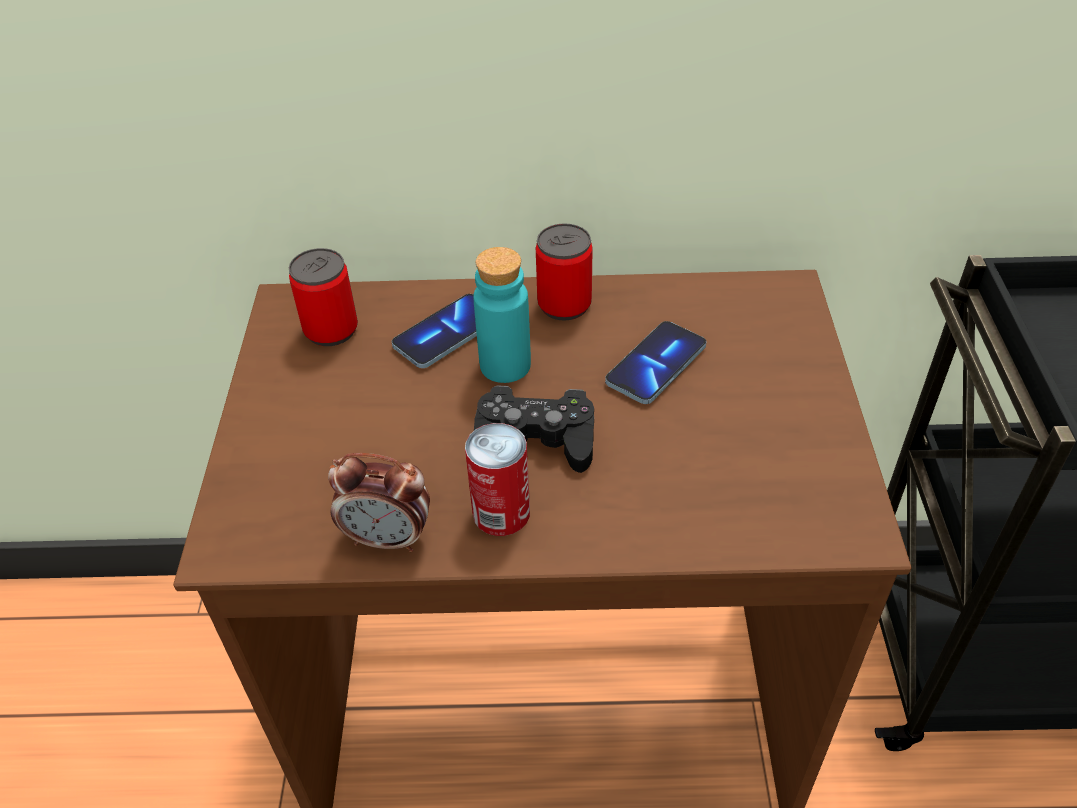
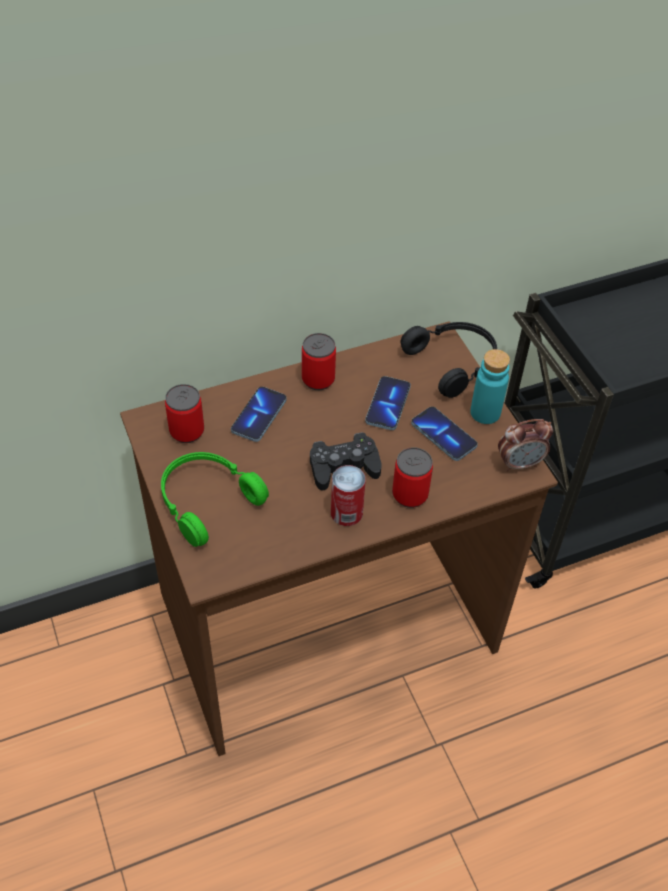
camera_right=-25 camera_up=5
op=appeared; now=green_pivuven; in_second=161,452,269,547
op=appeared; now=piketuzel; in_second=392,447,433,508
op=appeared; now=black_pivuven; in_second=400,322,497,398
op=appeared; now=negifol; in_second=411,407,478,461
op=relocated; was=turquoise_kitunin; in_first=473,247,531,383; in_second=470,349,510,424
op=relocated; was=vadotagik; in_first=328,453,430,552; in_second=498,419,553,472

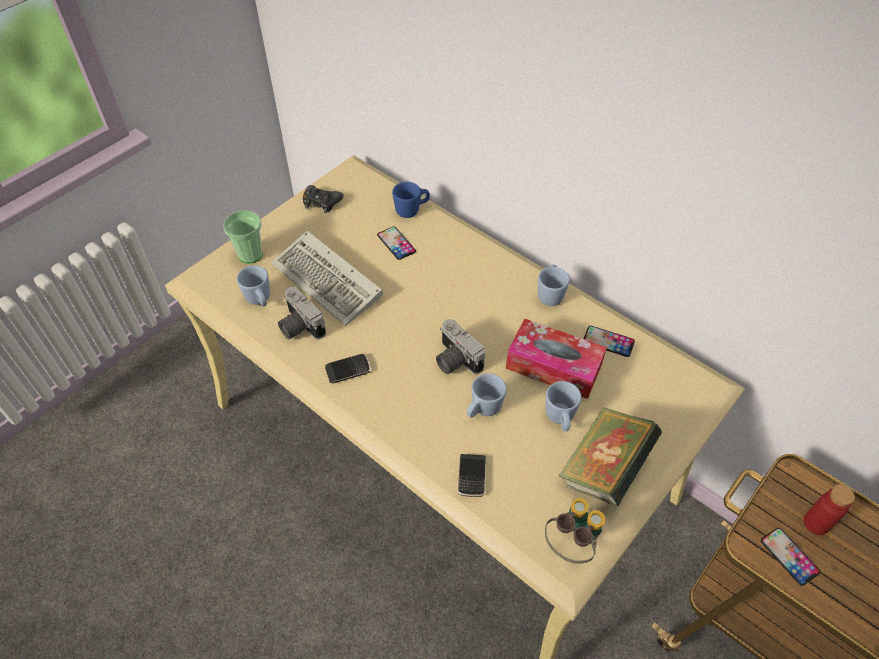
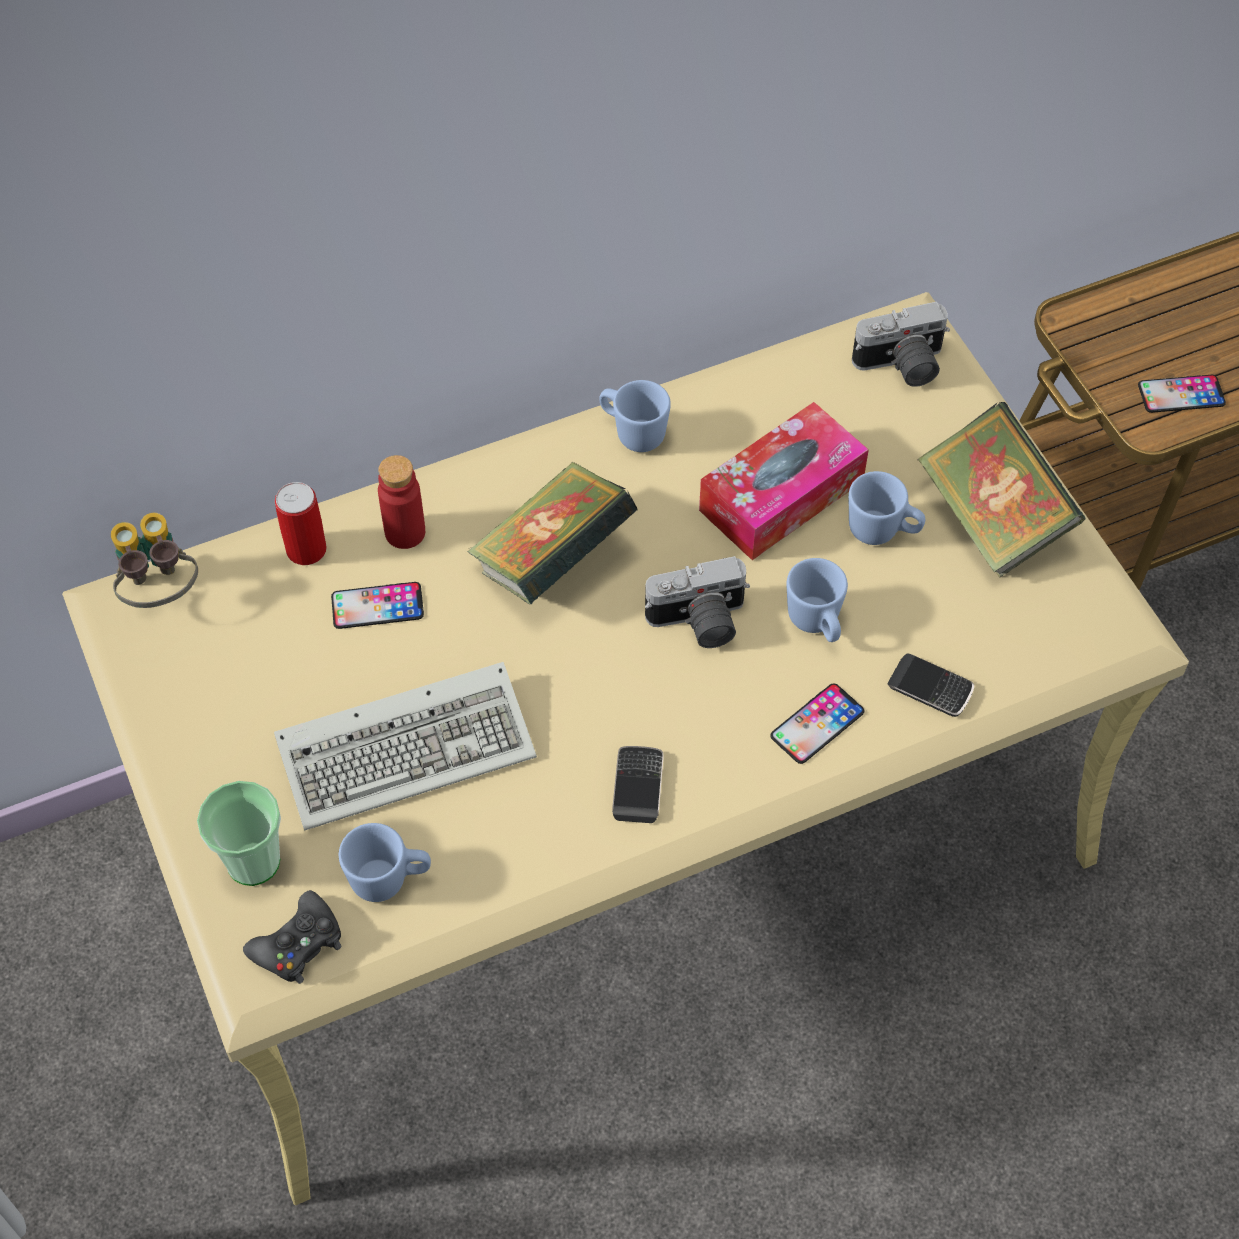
camera_right=-65 camera_up=5
op=relocated; was=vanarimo; in_first=545,498,605,564; in_second=111,513,198,608
op=relocated; was=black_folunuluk; in_first=303,185,343,213; in_second=243,890,342,984
op=exchanged; was=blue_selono; now=piketuzel; in_first=392,182,430,218; in_second=275,482,327,565
op=relocated; was=red_kitunin; in_first=803,484,855,535; in_second=378,455,425,549
op=appeared; now=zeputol; in_second=467,462,637,604
op=relocated; was=negifol; in_first=584,326,635,357; in_second=770,683,864,764
op=relocated; was=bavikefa; in_first=278,287,326,340; in_second=852,302,950,387

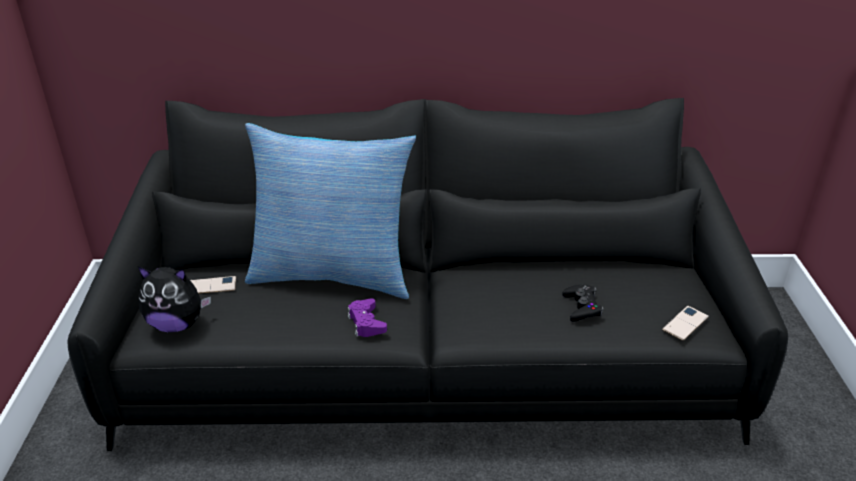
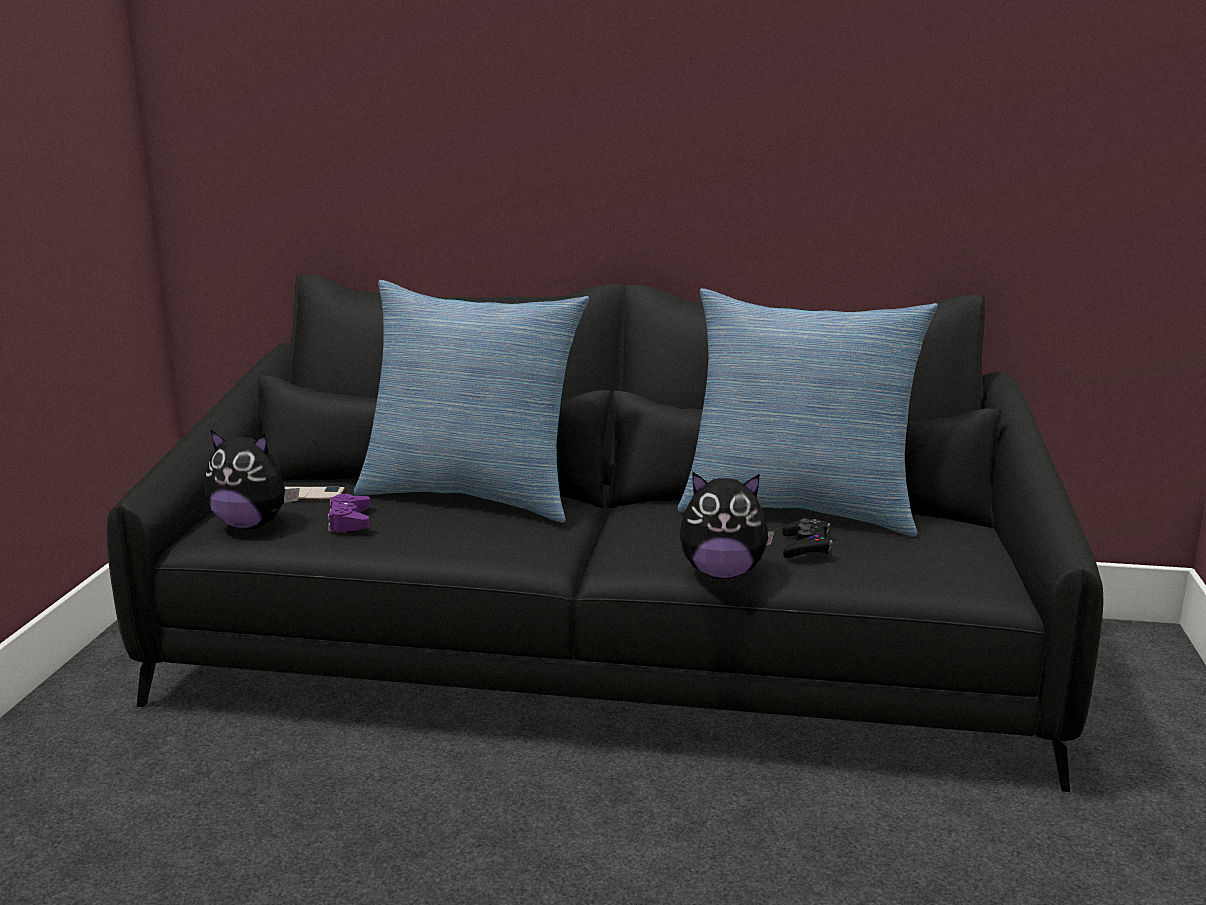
camera_right=10 camera_up=-15
op=relocated; was=purple_folunuluk; in_first=348,298,387,337; in_second=328,494,370,532
op=appeared; now=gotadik; in_second=677,288,938,537
op=appeared; now=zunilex; in_second=679,472,775,579
op=missing; was=negifol; in_first=662,306,709,341

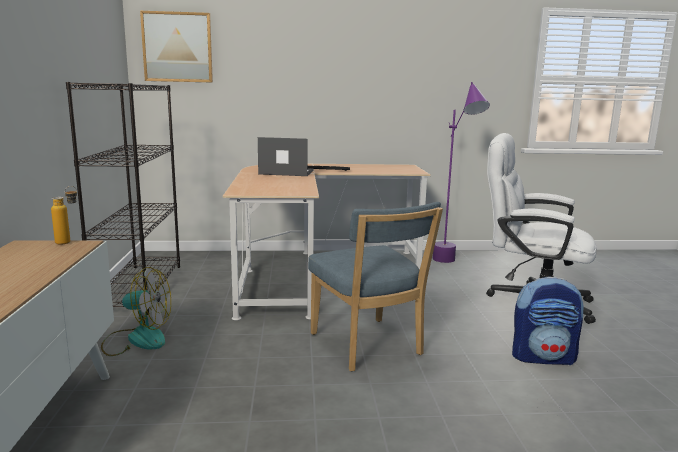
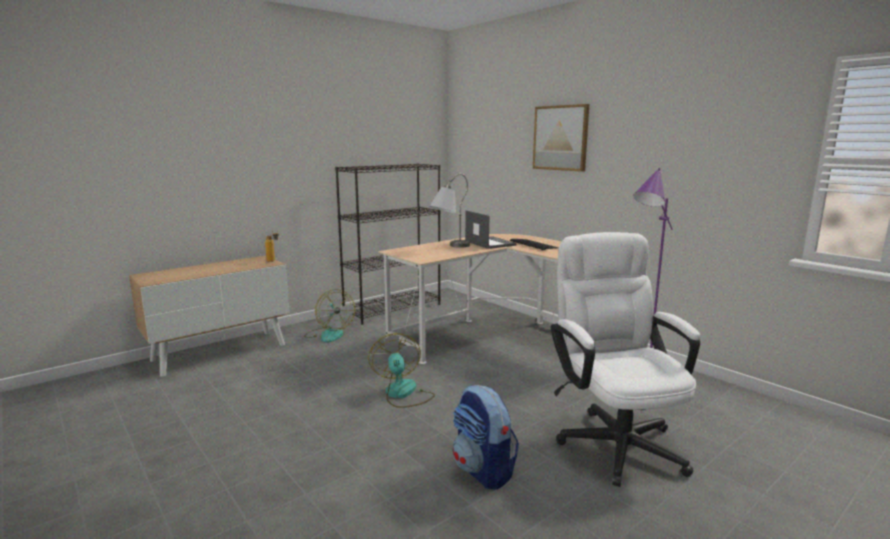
camera_right=55 camera_up=0
op=exchanged; was=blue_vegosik; now=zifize; in_first=308,202,443,371; in_second=368,333,435,408
op=appeared; now=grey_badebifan; in_second=430,174,470,248
op=relocated; was=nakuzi; in_first=140,11,213,83; in_second=533,104,589,172

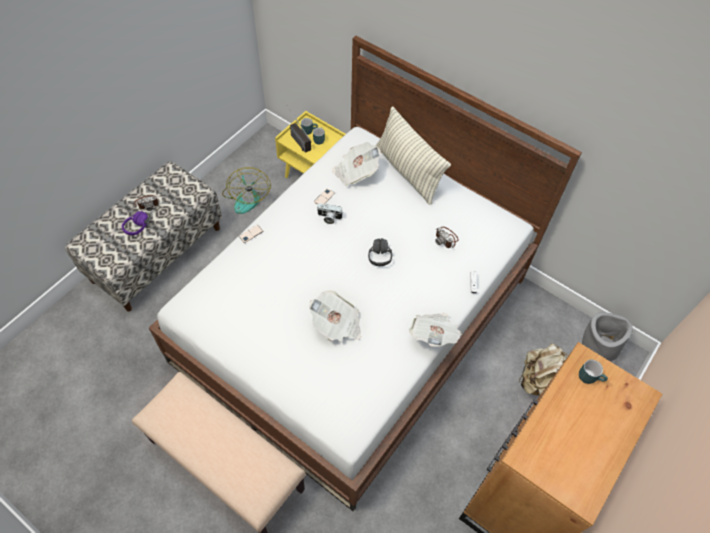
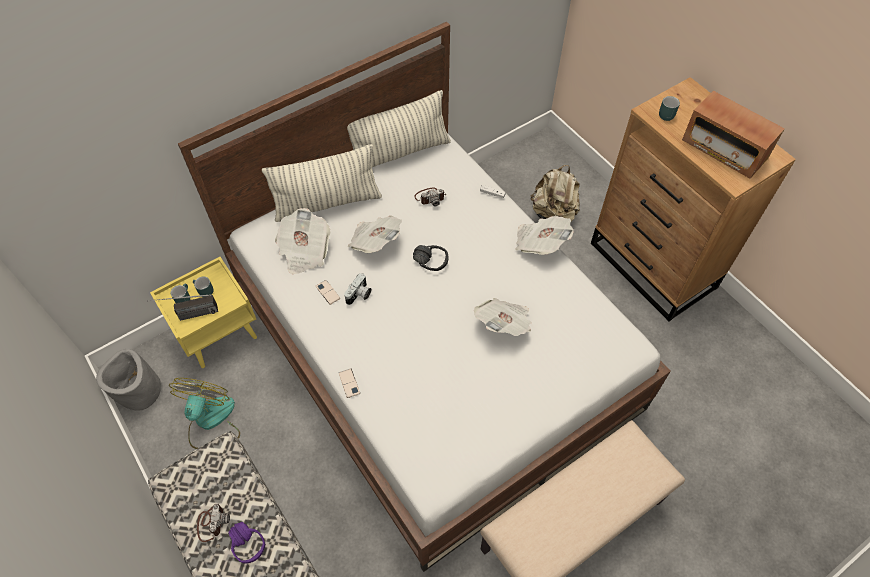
camera_right=-70 camera_up=0
op=relocated; was=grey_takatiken; in_first=582,312,633,362; in_second=96,349,161,411
op=spun; was=zifize; in_first=222,167,271,214; in_second=169,378,240,449; clockwise=-90
op=appeared; now=gotadik; in_second=347,90,451,167
op=appeared; now=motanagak; in_second=348,216,402,253
op=appeared; now=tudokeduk; in_second=682,91,785,179

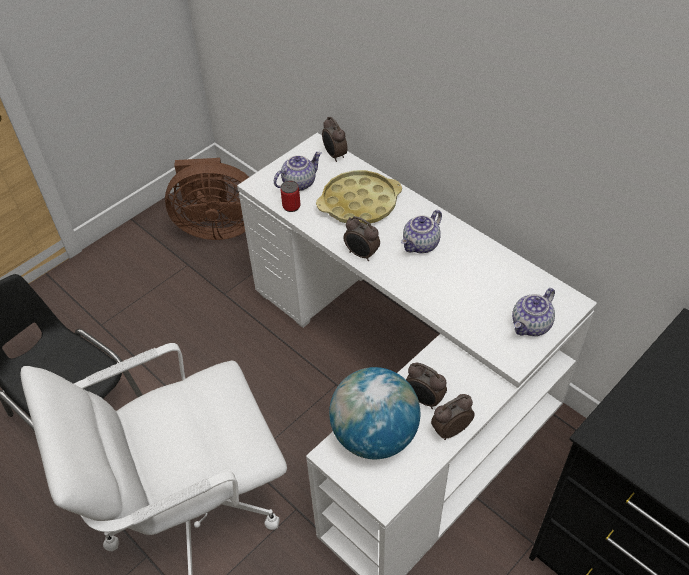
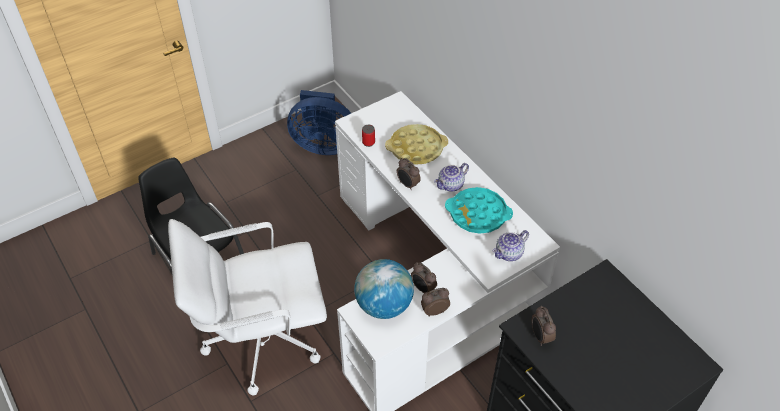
camera_right=10 camera_up=0
op=colour; was=brown_zifize; now=blue_zifize; in_first=165,158,249,240; in_second=287,90,351,155
op=appeared; now=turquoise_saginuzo; in_second=445,187,513,234
op=relocated; was=vadotagik; in_first=322,117,348,162; in_second=532,306,556,346
op=missing; was=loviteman; in_first=274,152,322,191

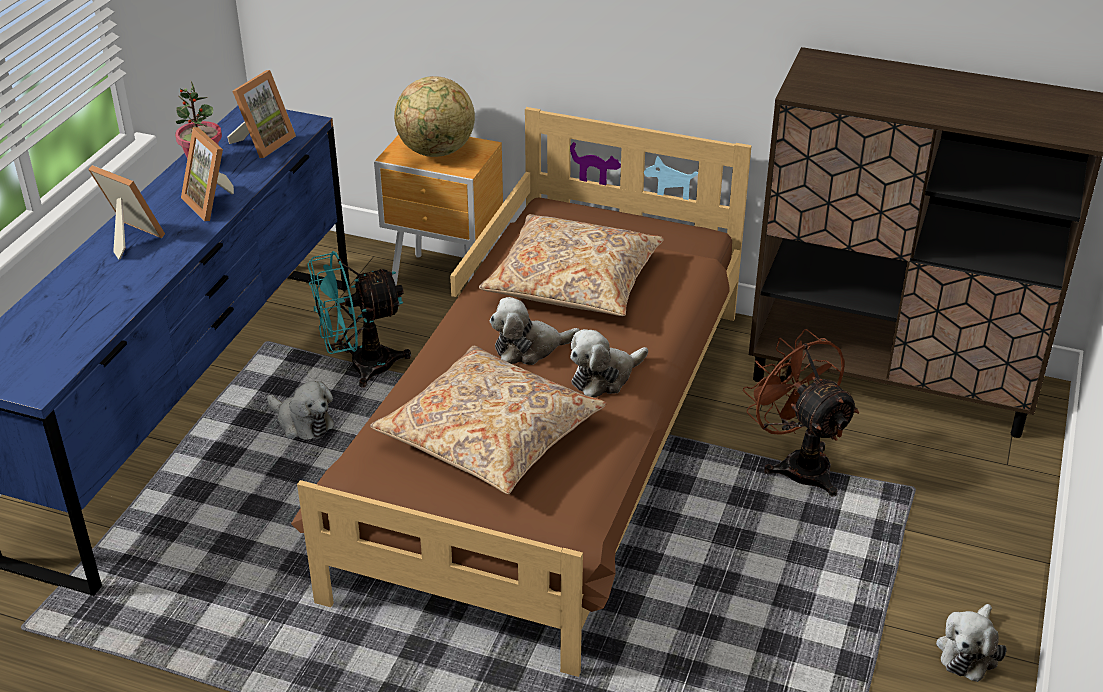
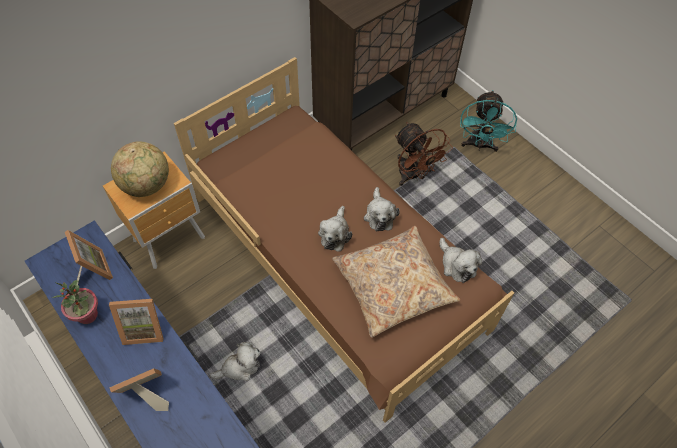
camera_right=-60 camera_up=20
op=spun; was=brown_zifize; in_first=743,329,859,497; in_second=395,122,453,186; clockwise=-120
op=relocated; was=zunilex; in_first=936,604,1007,682; in_second=440,238,482,283
op=relocated; was=turquoise_zifize; in_first=308,251,411,387; in_second=460,90,517,152
op=missing; was=beige_gotadik; in_first=479,214,664,316

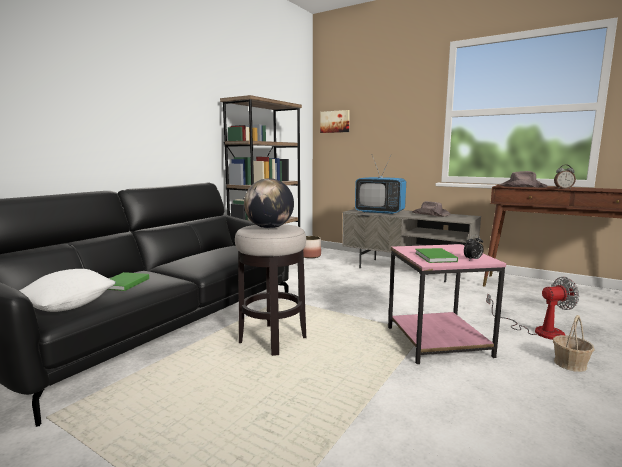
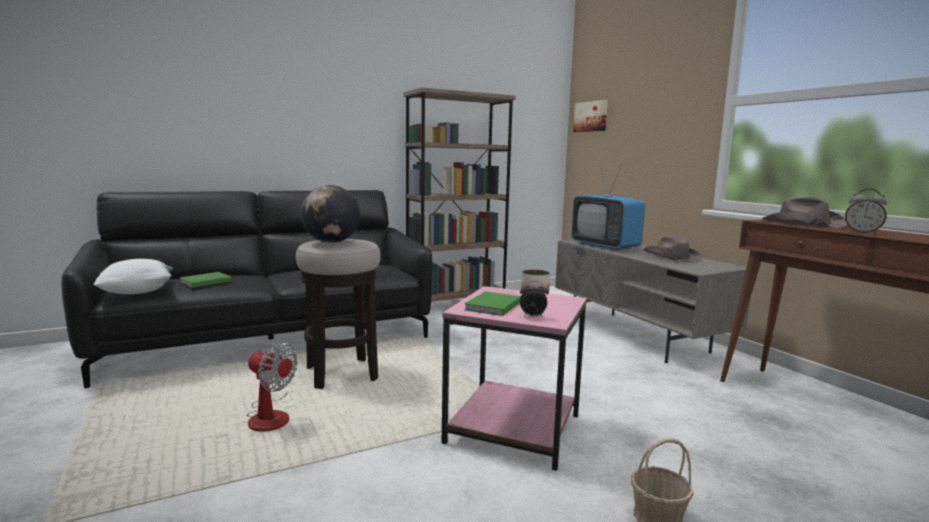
camera_right=30 camera_up=0
op=relocated; was=zifize; in_first=487,277,580,340; in_second=247,342,298,432

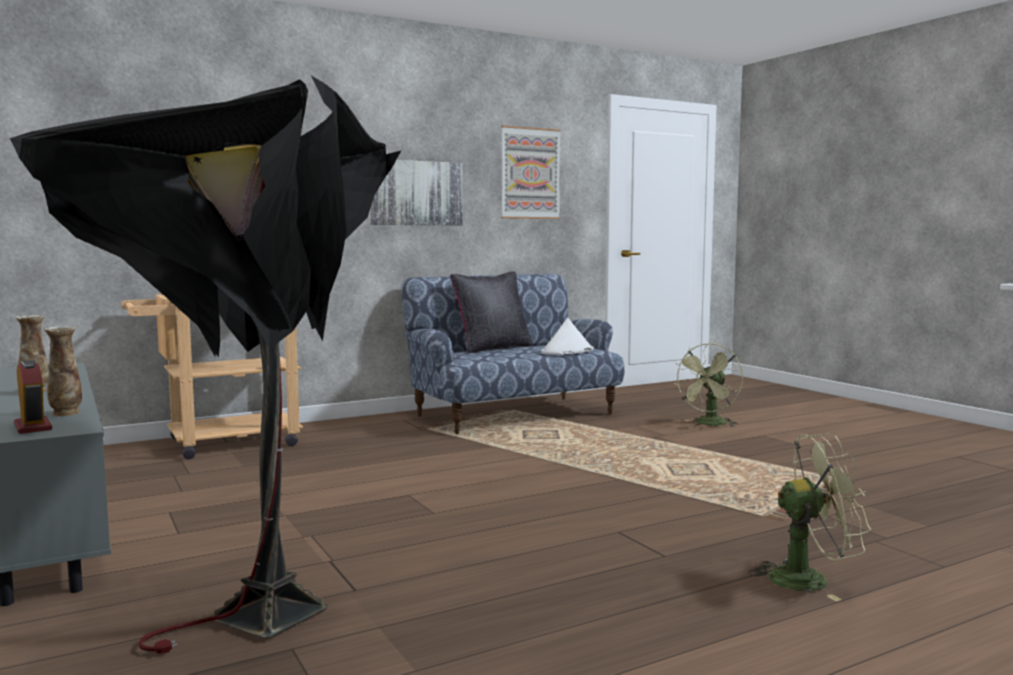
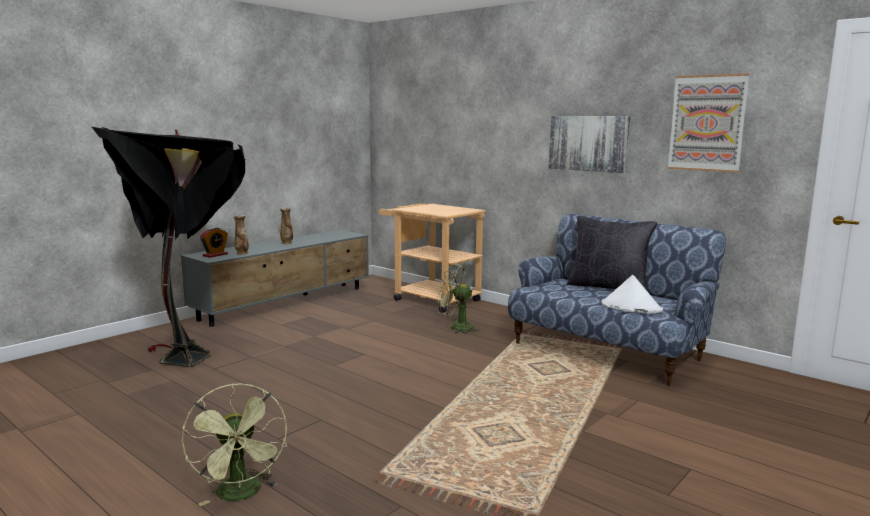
camera_right=70 camera_up=5
op=relocated; was=green_zifize; in_first=673,343,743,427; in_second=437,263,480,333

